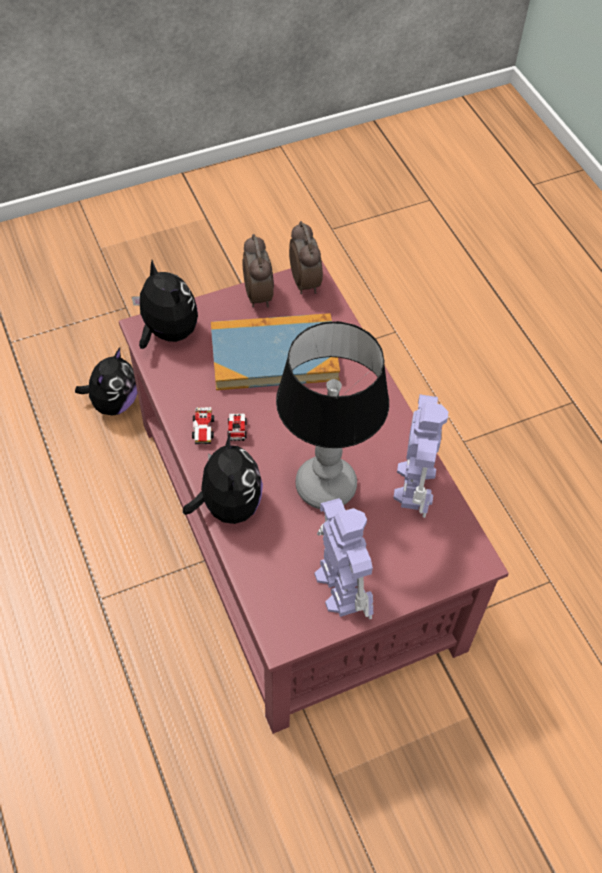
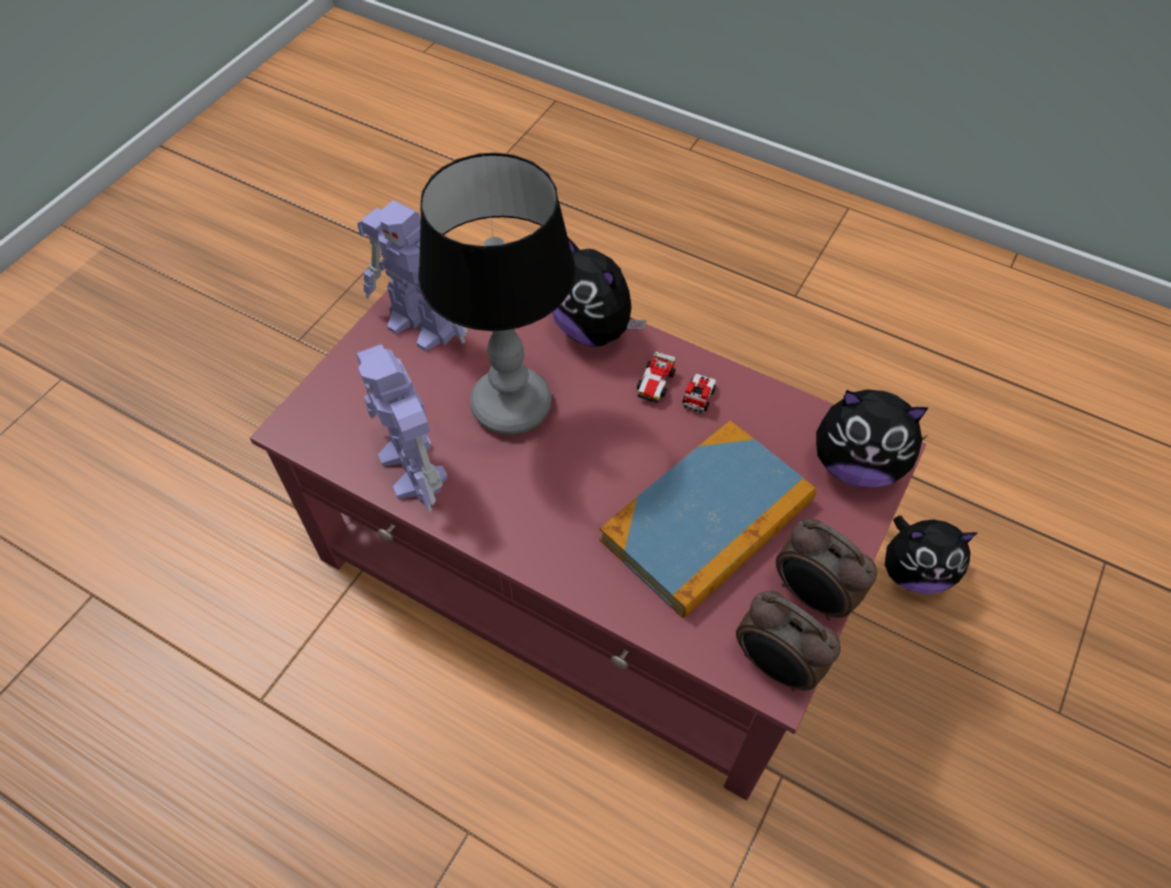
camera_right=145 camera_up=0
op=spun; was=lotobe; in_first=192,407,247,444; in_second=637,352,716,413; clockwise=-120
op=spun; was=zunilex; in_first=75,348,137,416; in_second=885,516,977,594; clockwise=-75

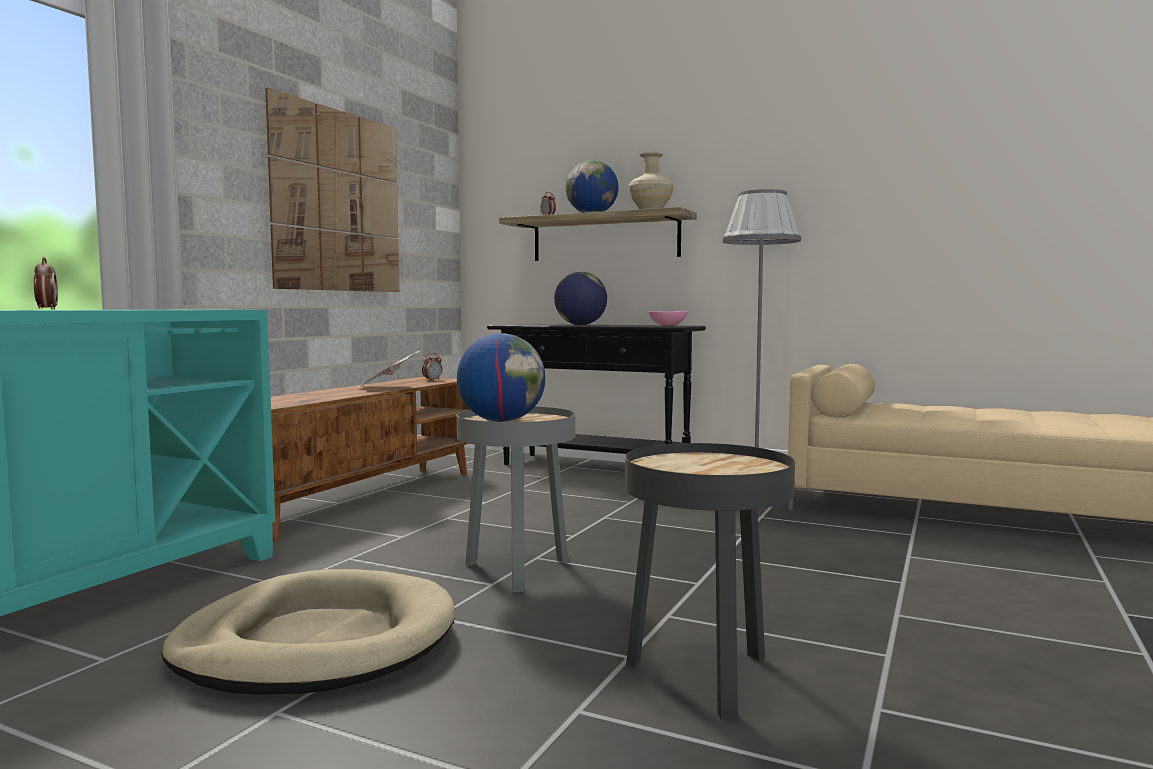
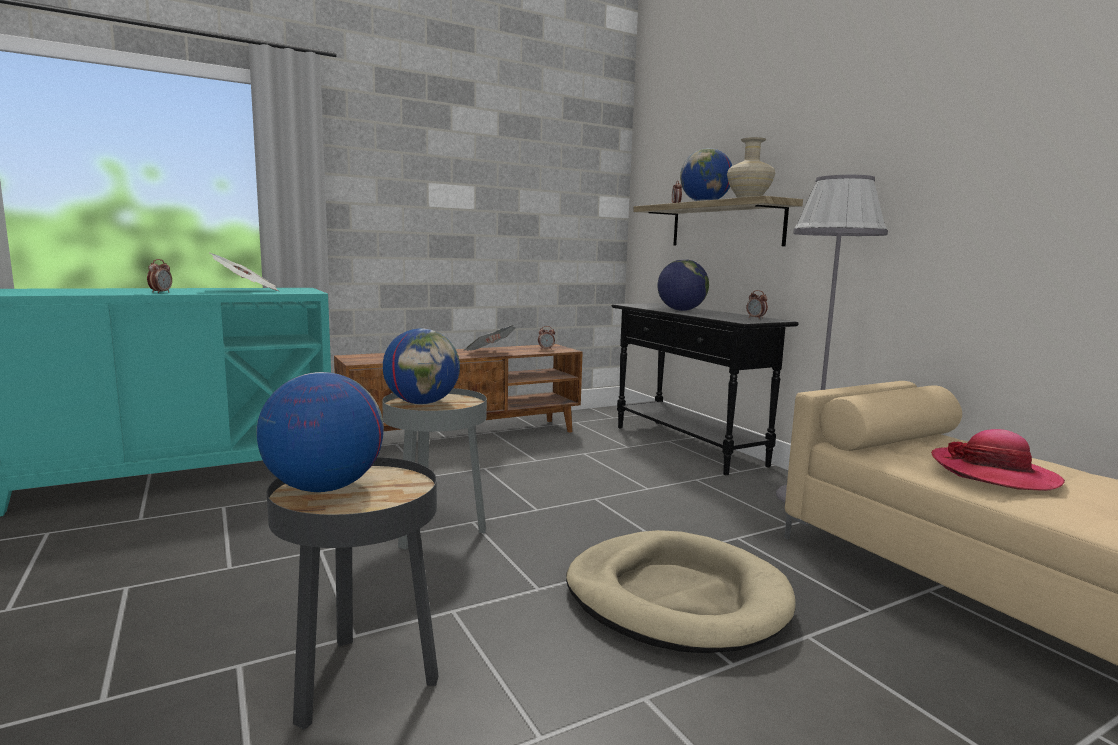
camera_right=35 camera_up=5
op=appeared; now=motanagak; in_second=208,252,278,291
op=appeared; now=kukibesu; in_second=257,372,384,492
op=relocated; was=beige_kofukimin; in_first=161,569,455,695; in_second=566,530,796,653
op=exchanged; was=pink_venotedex; now=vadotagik; in_first=649,311,688,326; in_second=746,290,768,319
op=appeared; now=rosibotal; in_second=931,429,1065,491
op=missing; was=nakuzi; in_first=265,88,399,292

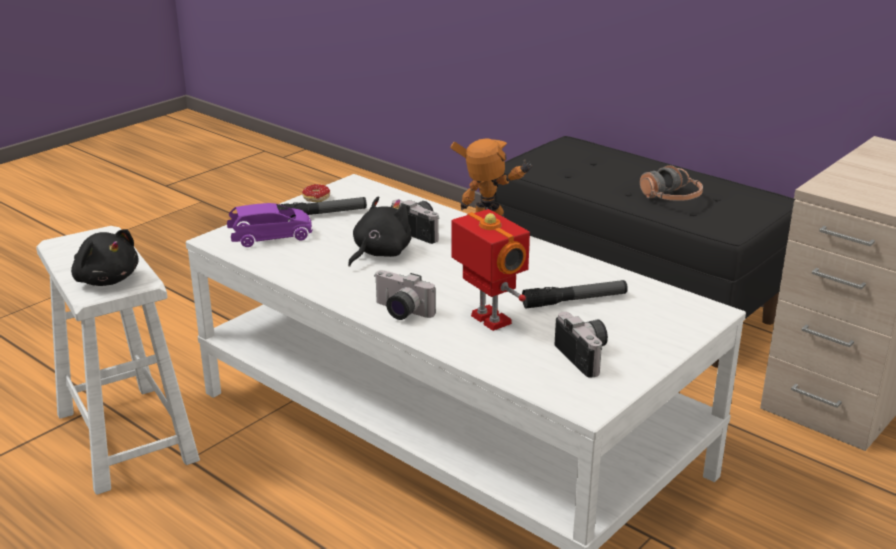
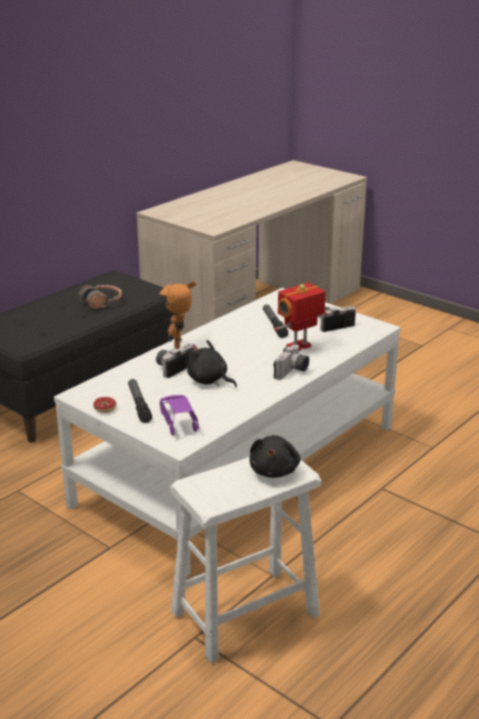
camera_right=-90 camera_up=0
op=spun; was=black_zunilex; in_first=71,229,139,286; in_second=250,435,300,478; clockwise=150

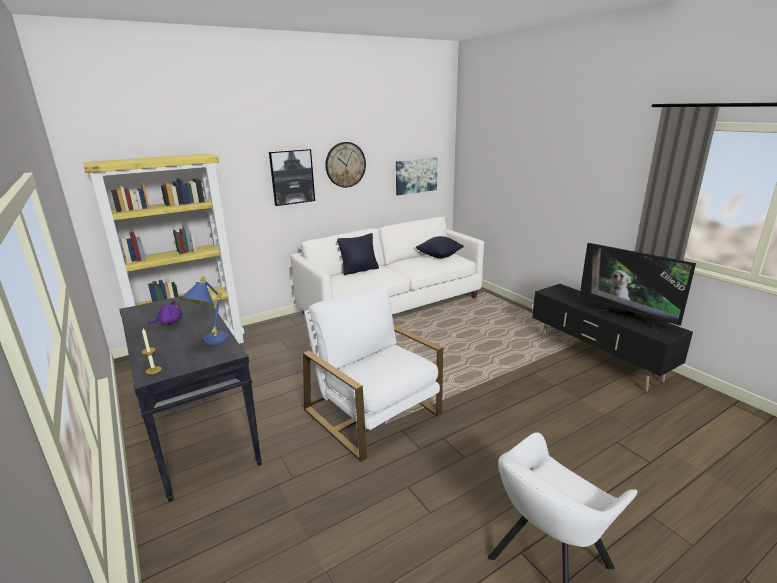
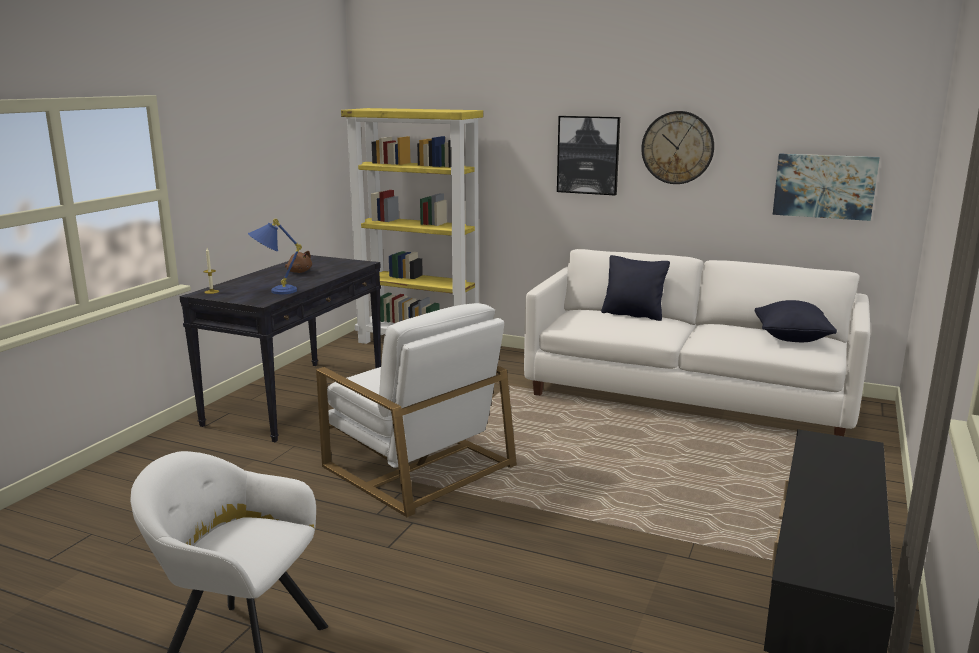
camera_right=55 camera_up=-5
op=colour; was=purple_zunilex; now=brown_zunilex; in_first=148,300,183,325; in_second=285,251,312,273
op=spun; was=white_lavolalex; in_first=303,284,443,462; in_second=316,303,517,517; clockwise=120
op=missing; was=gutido; in_first=579,243,696,332

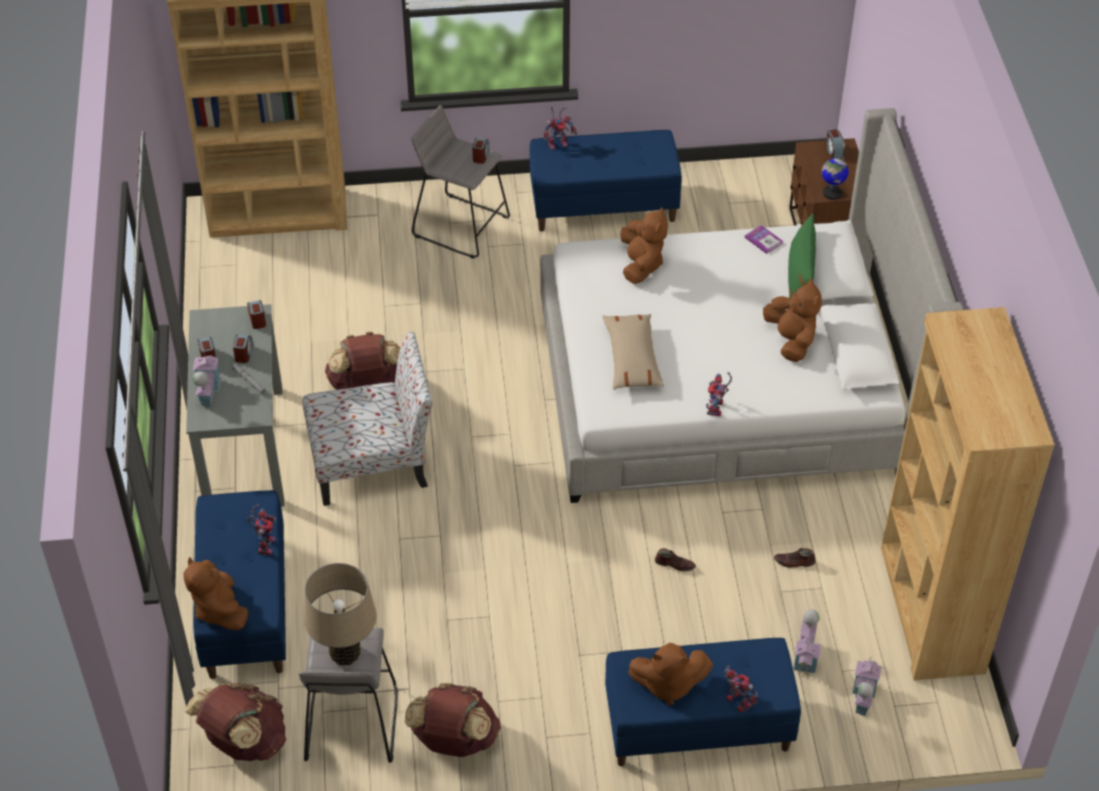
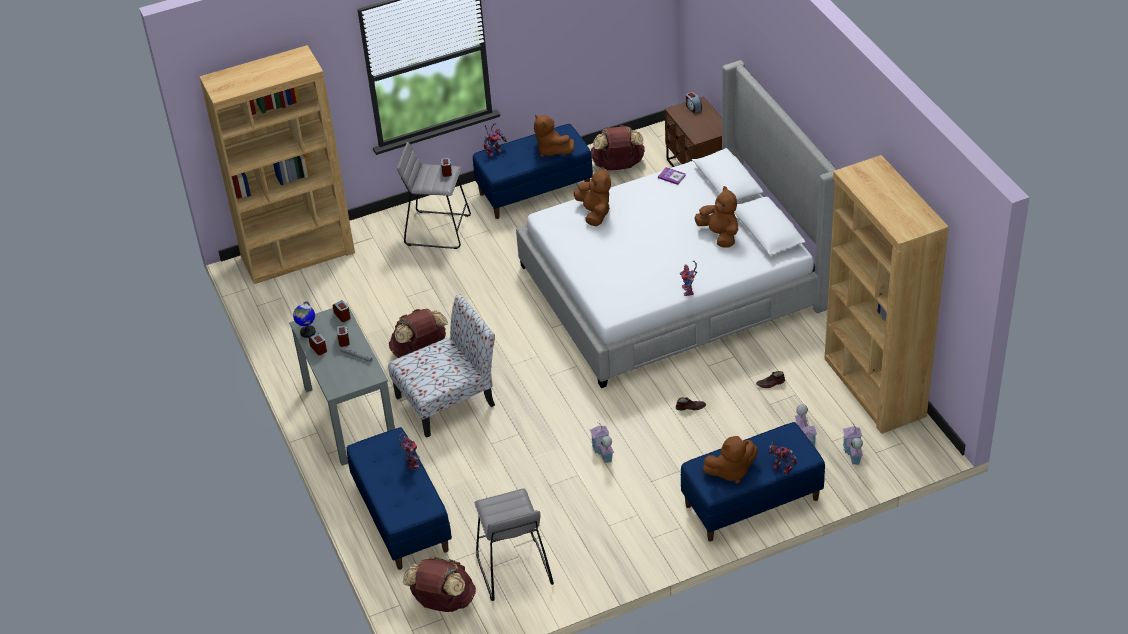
camera_right=-15 camera_up=-5
op=relocated; was=kukibesu; in_first=822,156,849,200; in_second=293,301,316,338
op=relocated; was=brown_zunilex; in_first=183,557,248,630; in_second=534,114,575,157
op=relocated; was=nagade; in_first=193,349,221,408; in_second=590,421,614,463
op=relocated; was=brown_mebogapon; in_first=405,683,501,757; in_second=591,125,645,170
op=missing; was=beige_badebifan; in_first=304,563,377,665
op=missing; was=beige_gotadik; in_first=602,314,664,390
op=missing; was=green_gotadik; in_first=788,213,816,298

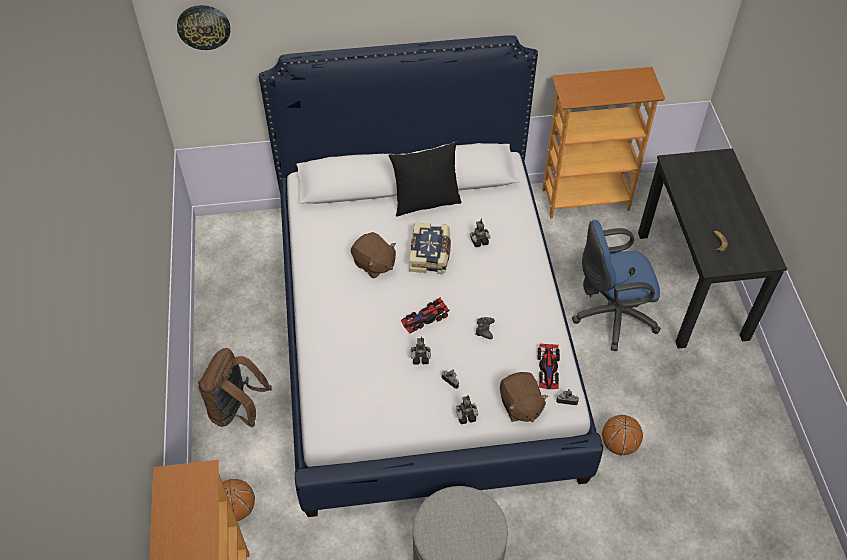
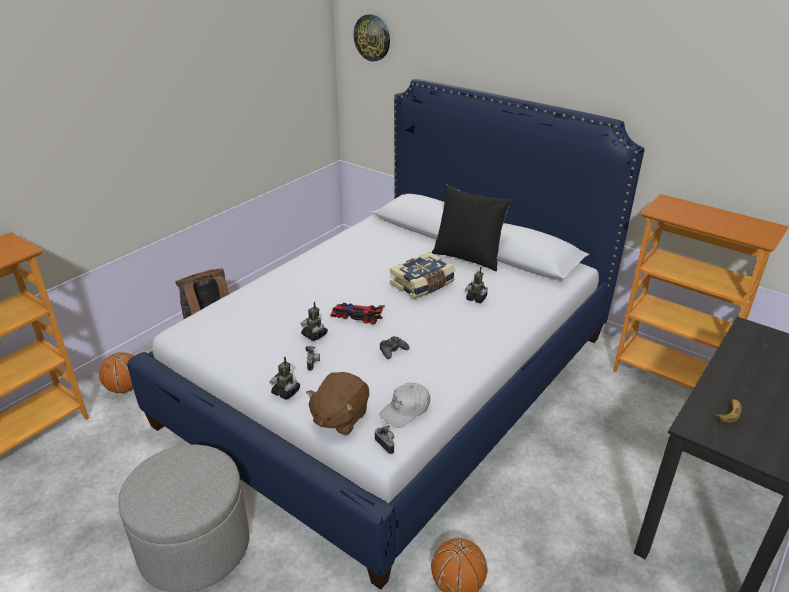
camera_right=45 camera_up=-20
op=exchanged; was=lotobe; now=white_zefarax; in_first=538,343,560,389; in_second=379,382,430,428
op=missing; was=brown_zunilex; in_first=351,232,396,279
op=missing; was=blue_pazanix; in_first=572,220,661,351

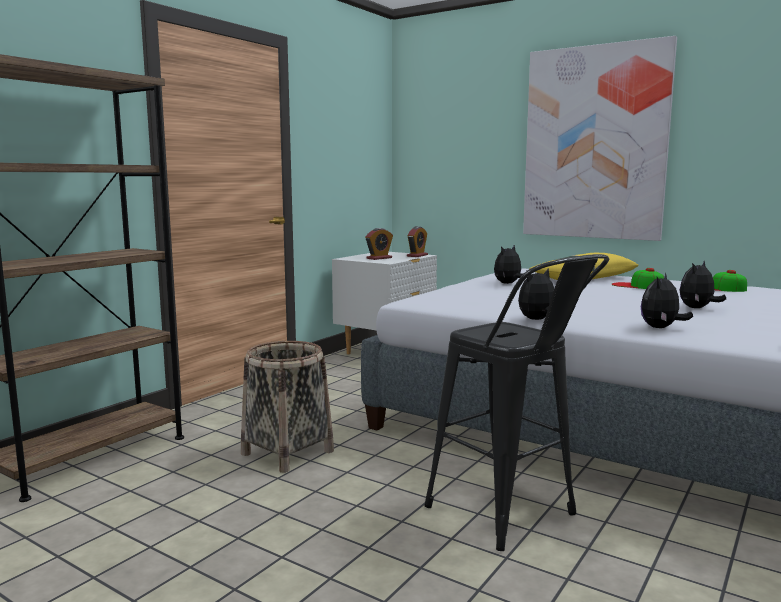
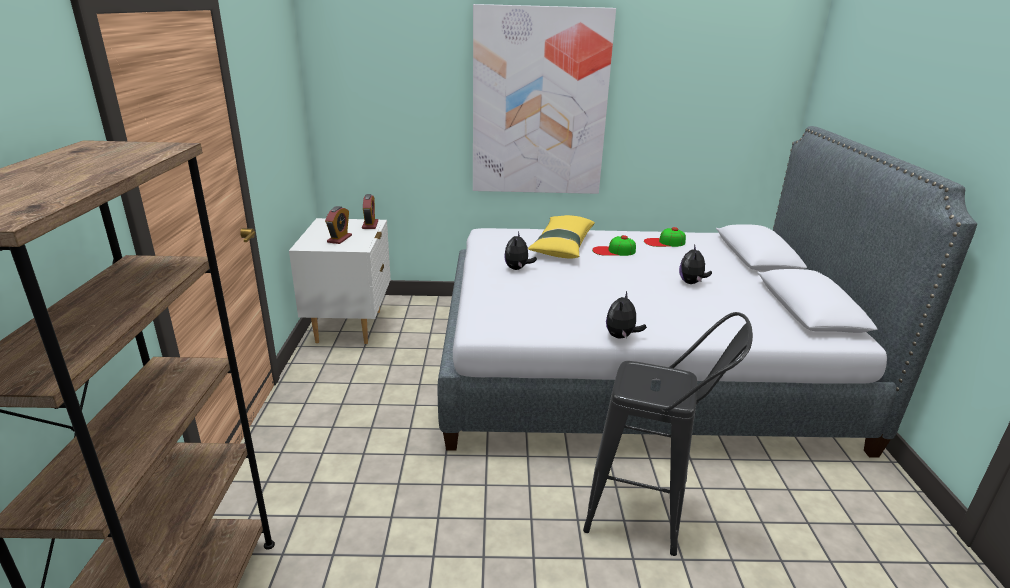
camera_right=-35 camera_up=15
op=missing; was=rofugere; in_first=241,341,334,473
op=missing; was=zunilex; in_first=641,273,693,328

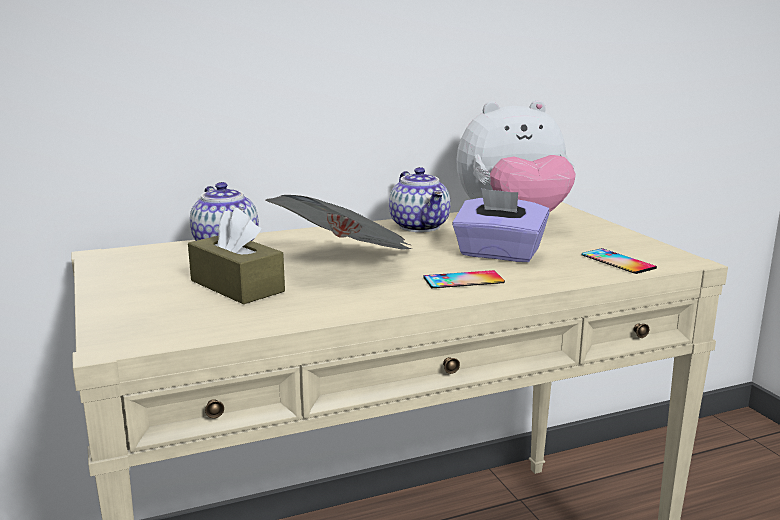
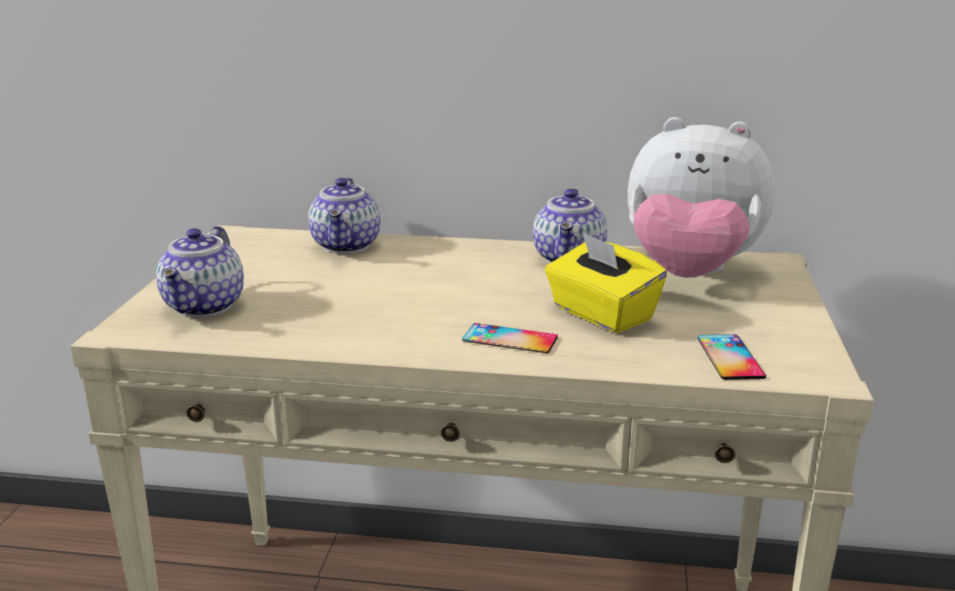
camera_right=30 camera_up=5
op=appeared; now=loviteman; in_second=156,226,244,317
op=colour; was=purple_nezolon; now=yellow_nezolon; in_first=452,188,550,262; in_second=545,232,667,333
op=missing; was=brown_nezolon; in_first=188,207,285,304
op=missing; was=motanagak; in_first=266,195,413,249

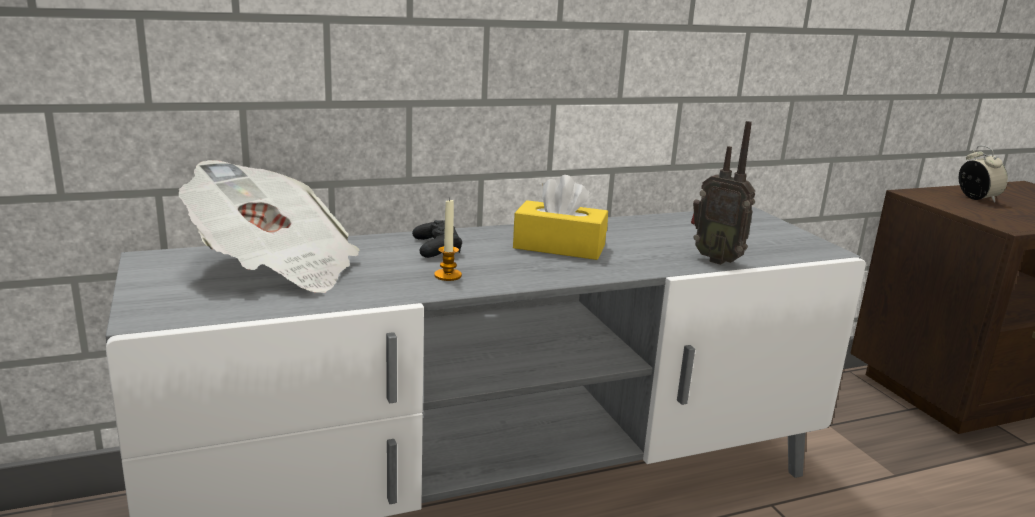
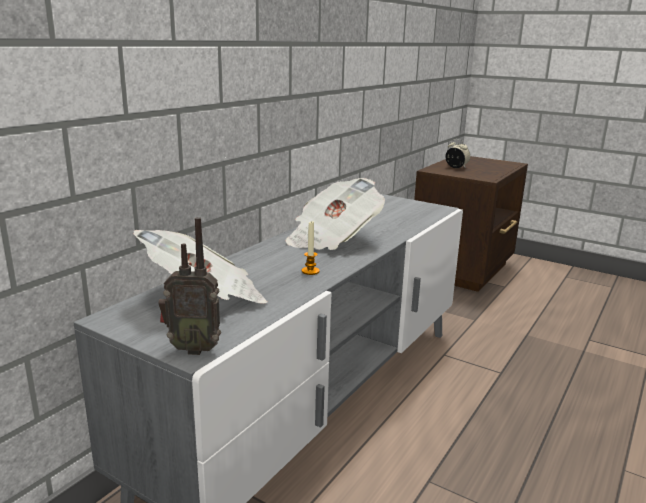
camera_right=-35 camera_up=0
op=relocated; was=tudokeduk; in_first=691,121,755,265; in_second=158,217,221,355
op=exchanged; was=yellow_nezolon; now=motanagak; in_first=513,175,608,260; in_second=286,178,385,250
op=missing; was=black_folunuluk; in_first=412,220,462,258

